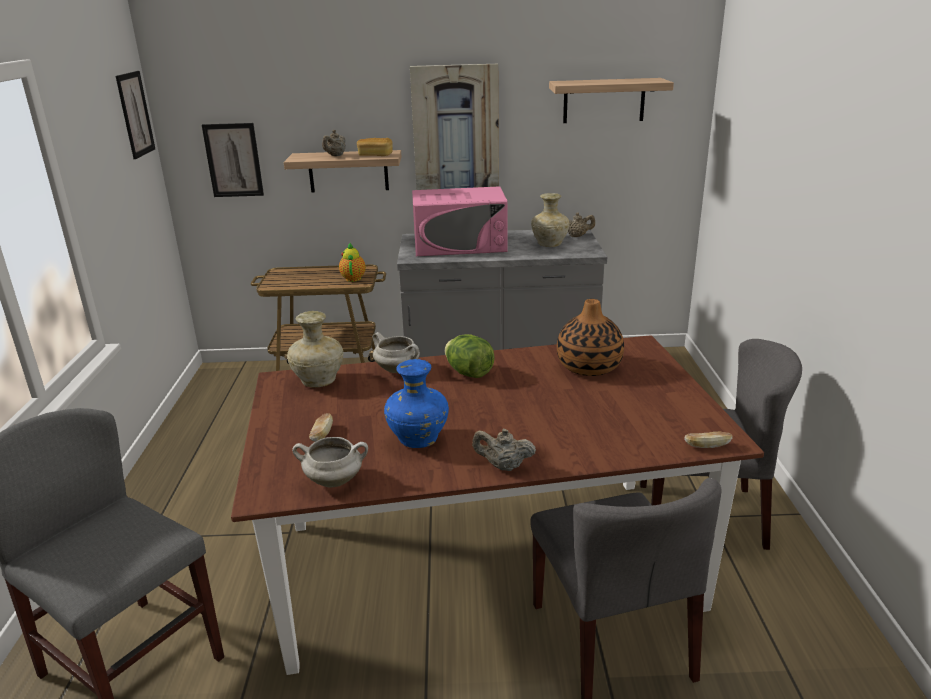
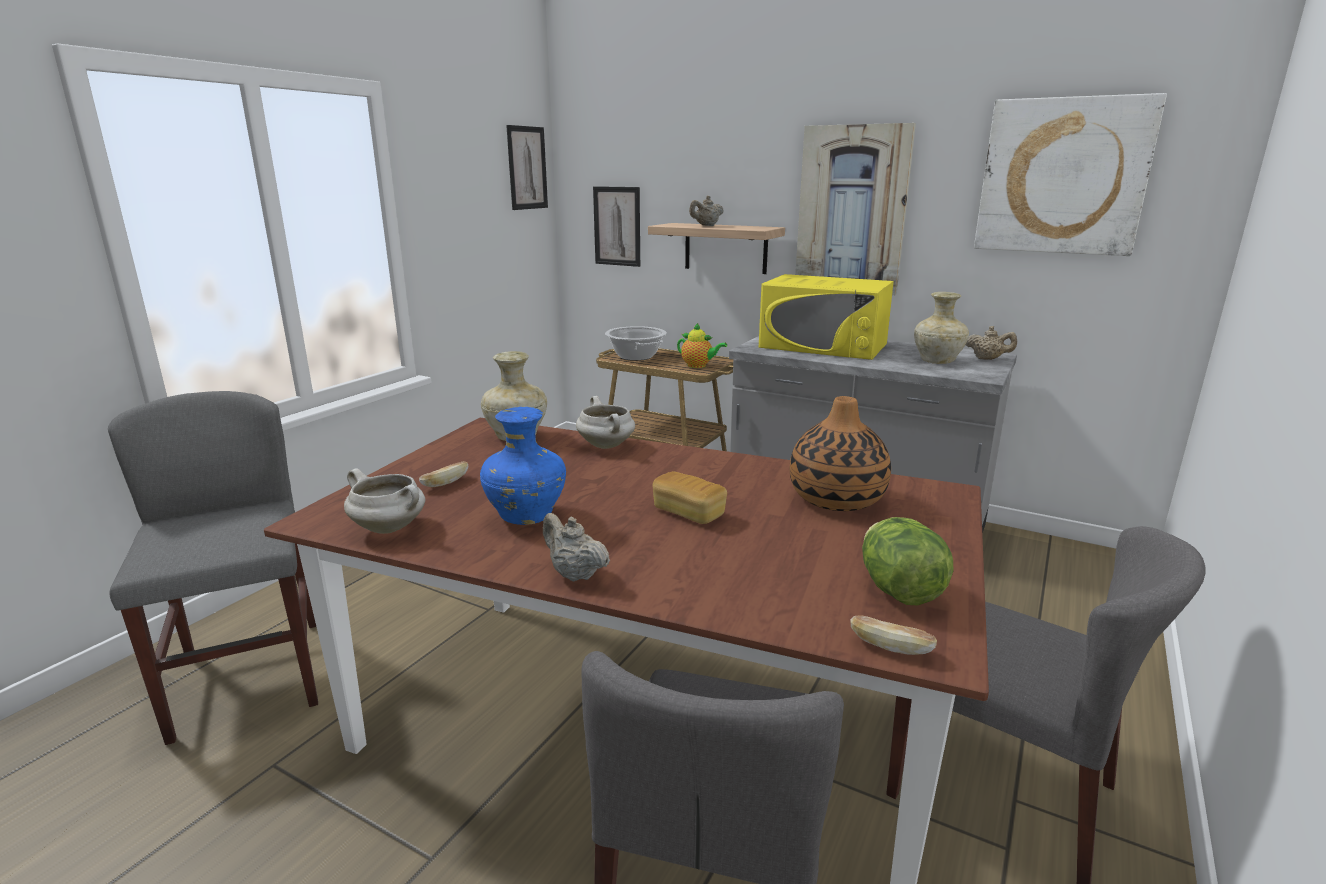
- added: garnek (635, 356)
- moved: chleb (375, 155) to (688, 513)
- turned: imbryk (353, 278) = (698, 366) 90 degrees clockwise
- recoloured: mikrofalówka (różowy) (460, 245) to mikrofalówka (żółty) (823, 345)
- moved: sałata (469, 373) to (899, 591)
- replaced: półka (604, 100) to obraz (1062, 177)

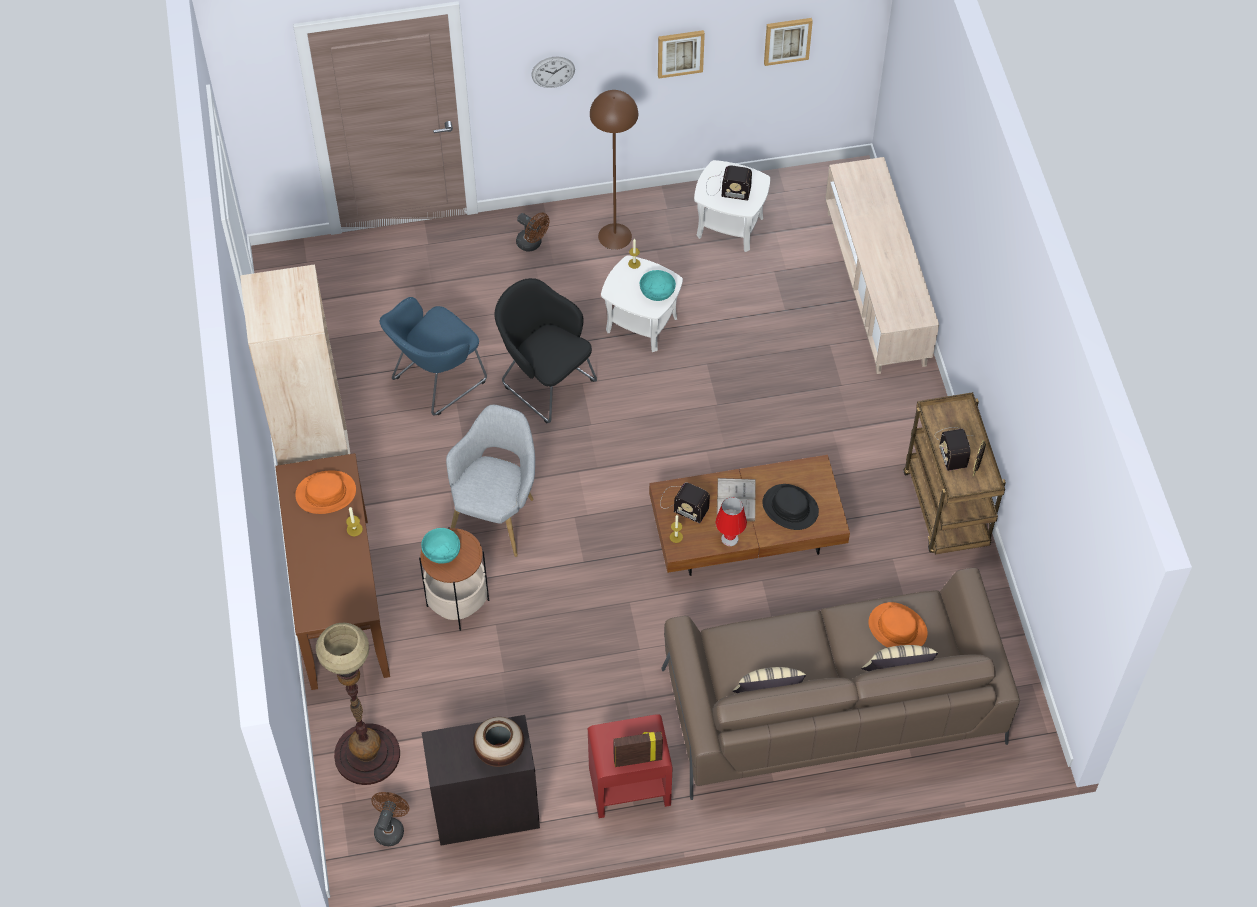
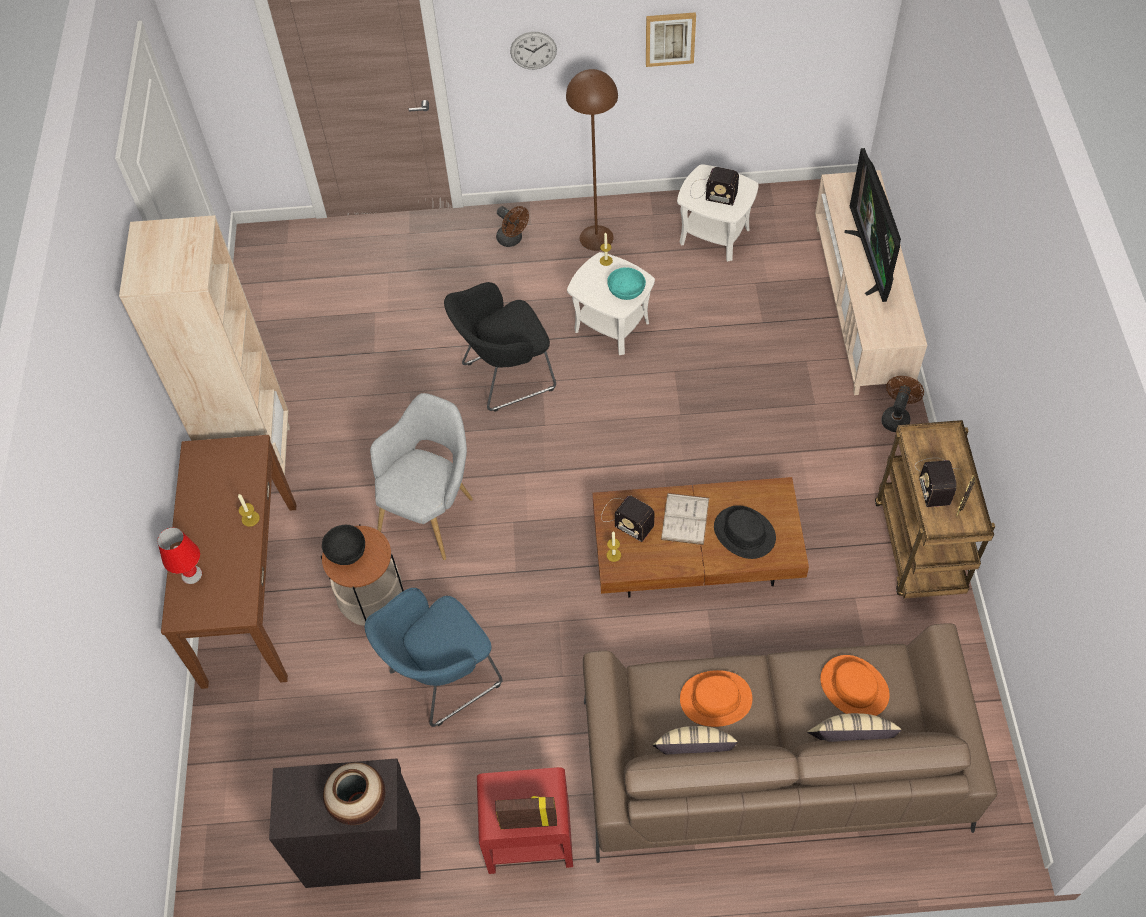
- moved: lampa stołowa (czerwony) (729, 538) to (191, 575)
- recoloured: miska (turkusowy) (442, 551) to miska (czarny) (346, 551)
- moved: fotel (niebieski) (435, 381) to (441, 679)
- turned: fotel (czarny) (545, 381) = (504, 377) 75 degrees counterclockwise
- moved: kapelusz (pomarańczowy) (326, 493) to (715, 699)
- added: telewizor (871, 260)
- moved: wentylator (brązowy) (390, 827) to (896, 417)
- removed: lampa stojąca (367, 754)
- removed: obraz (787, 40)

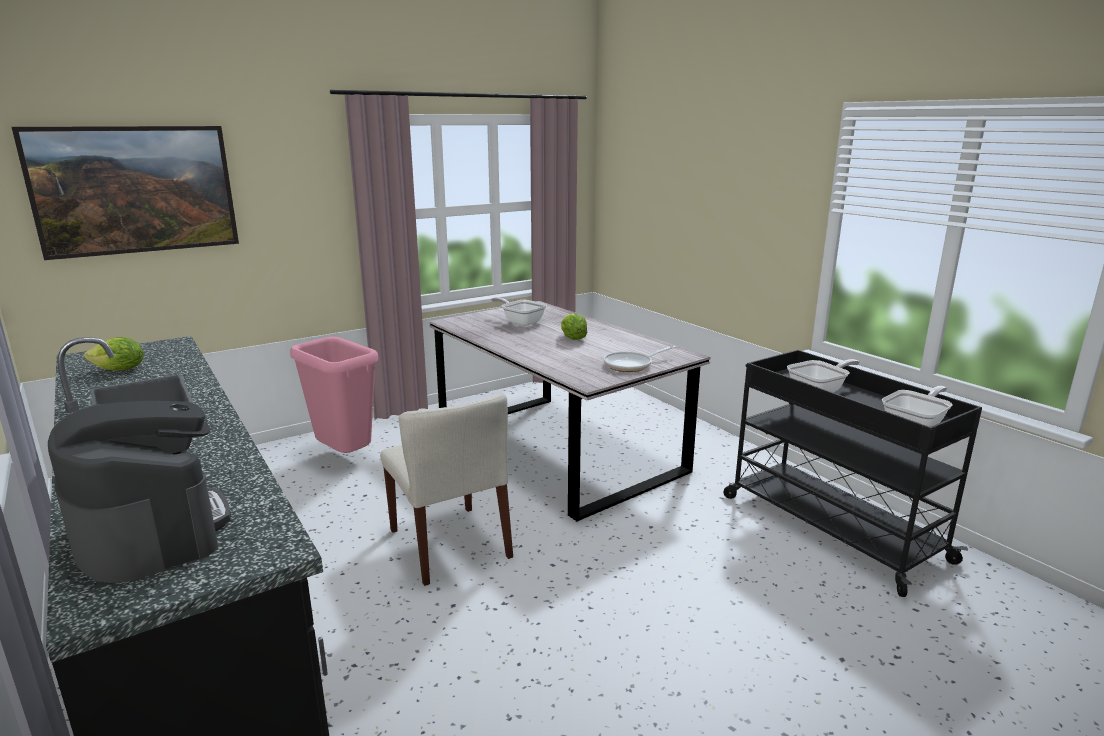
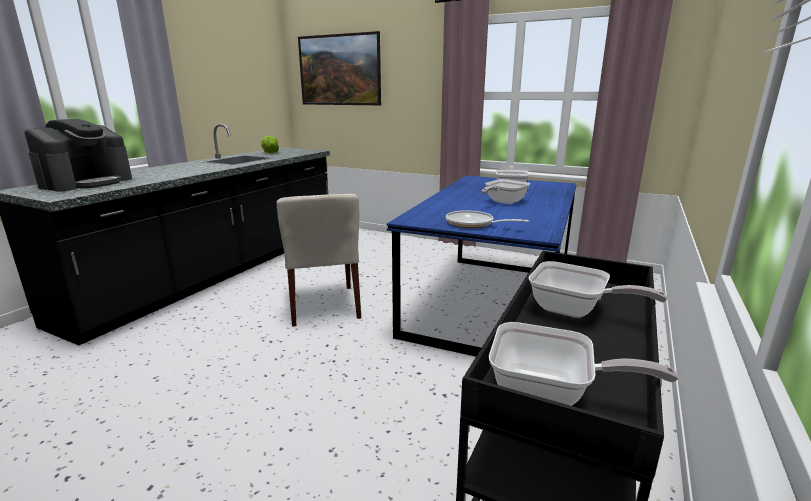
- turned: krzesło (beżowy) (450, 544) = (324, 305) 45 degrees counterclockwise
- recoloured: stół jadalny (szary) (559, 448) to stół jadalny (niebieski) (492, 301)
- replaced: sałata (572, 338) to patelnia (503, 202)
- removed: kosz na śmieci (różowy) (343, 457)

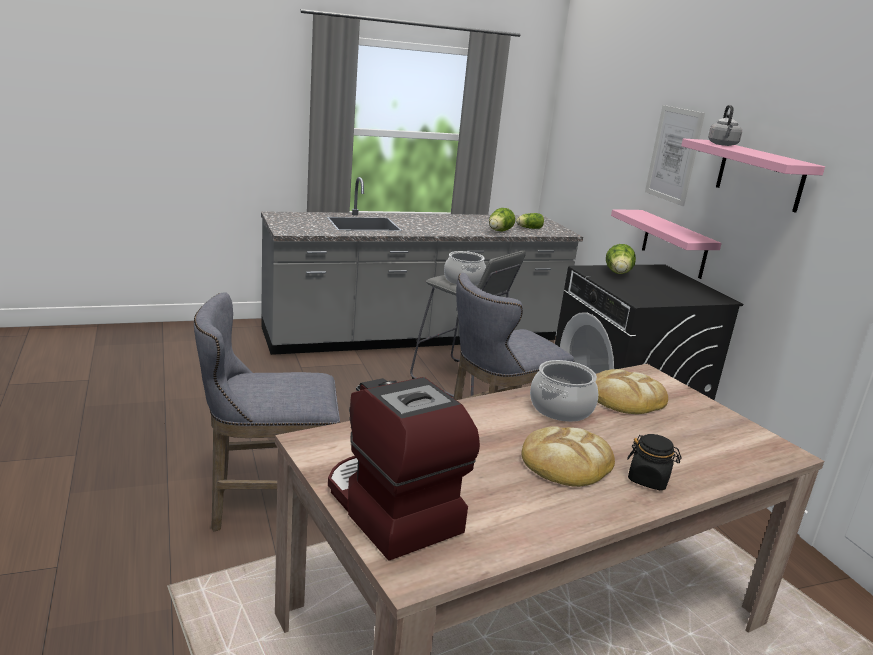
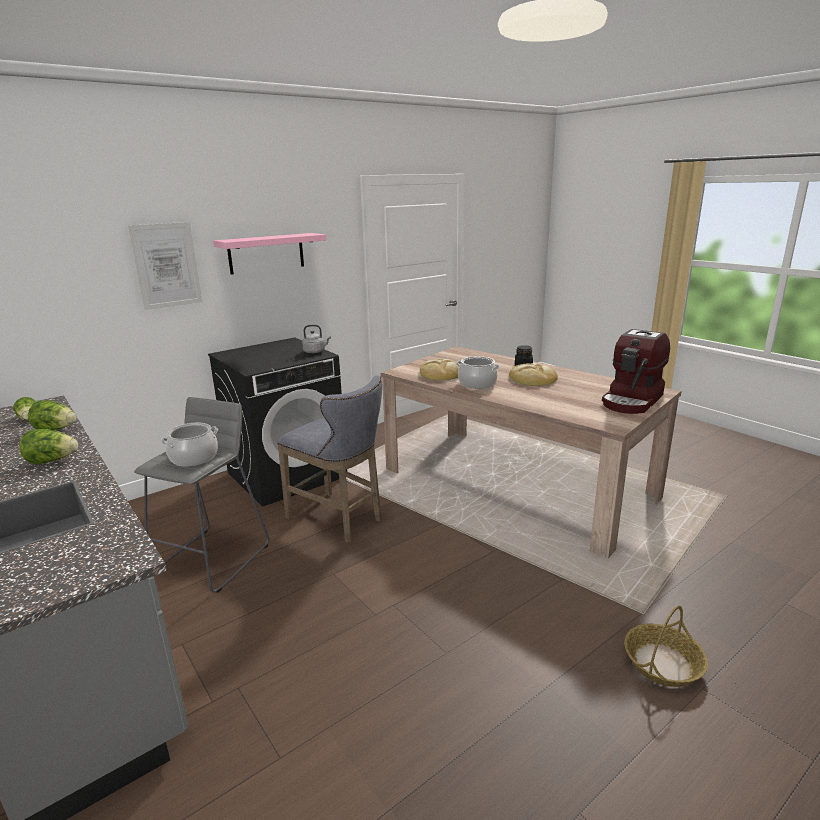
- moved: sałata (618, 274) to (52, 461)
- moved: czajnik (szary) (722, 145) to (315, 351)
- added: koszyk (663, 663)
- removed: stołek (szary) (266, 507)
- removed: półka (różowy) (674, 244)

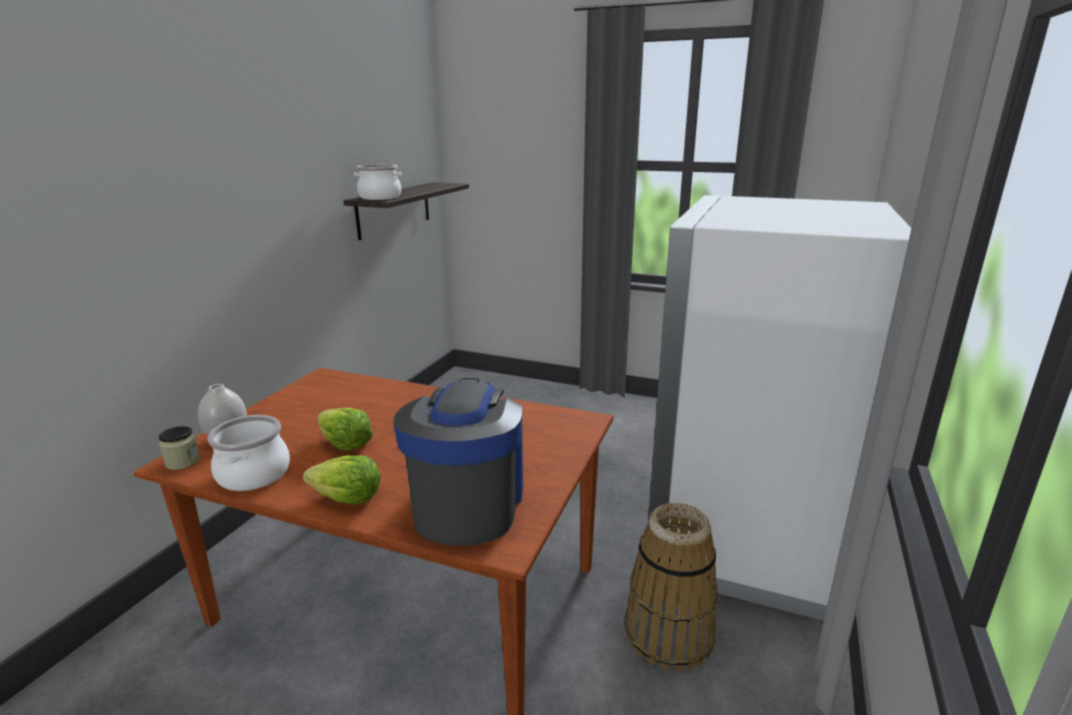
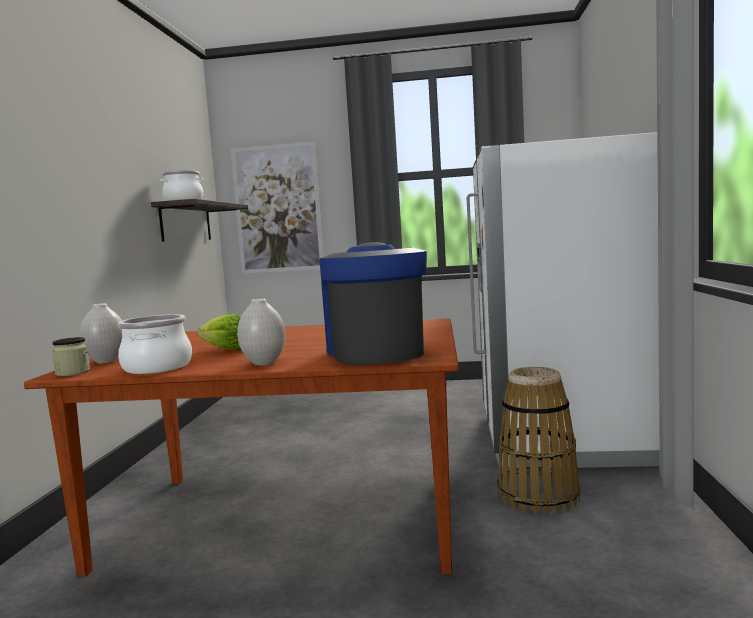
- added: obraz (277, 209)
- replaced: sałata (347, 498) to wazon (biały) (264, 363)

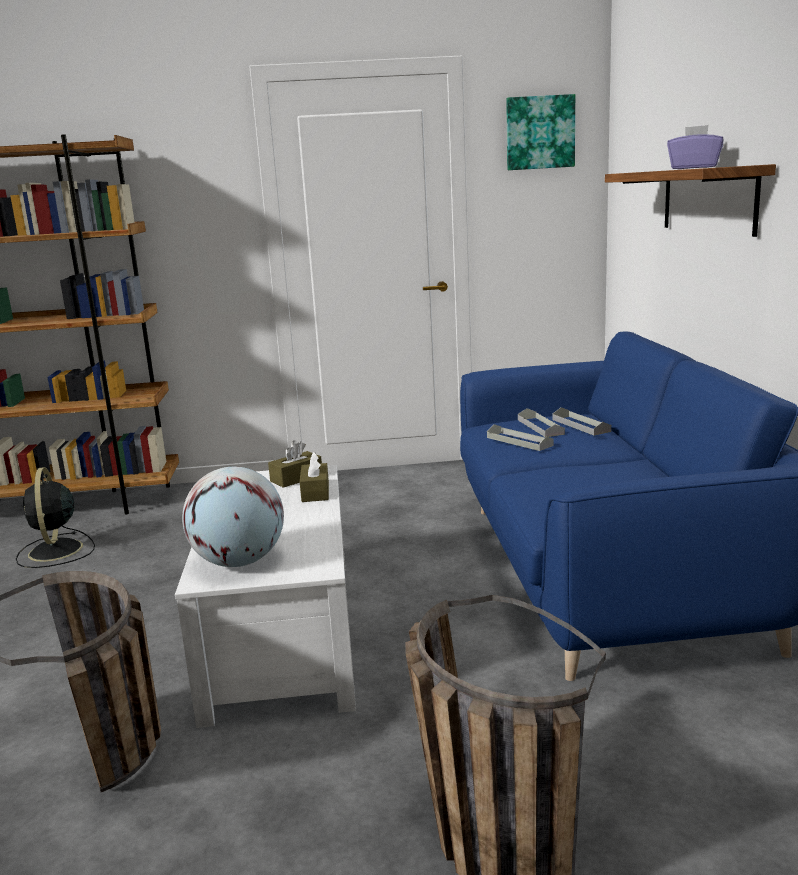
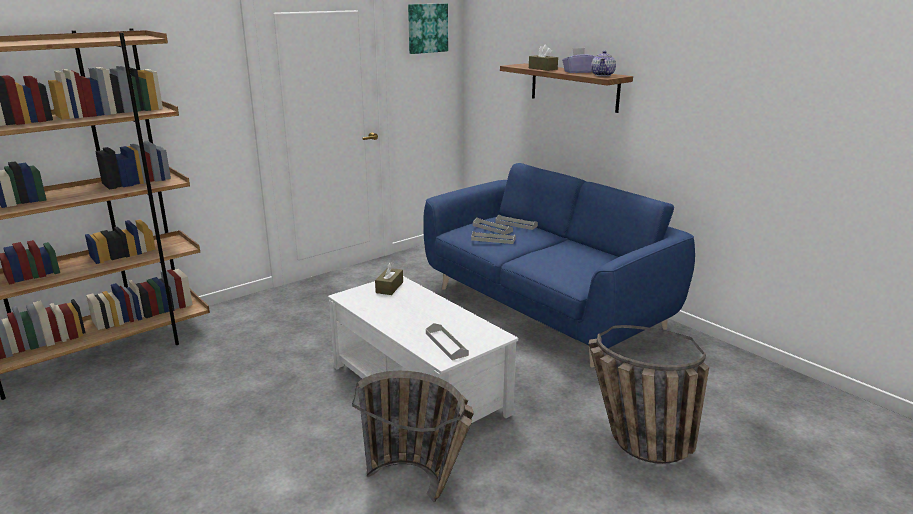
- replaced: globus (239, 562) to taca (szary) (446, 344)
- moved: pudełko chusteczek (brązowy) (315, 492) to (542, 68)
- added: imbryk (603, 75)
- removed: wentylator (czarny) (55, 551)

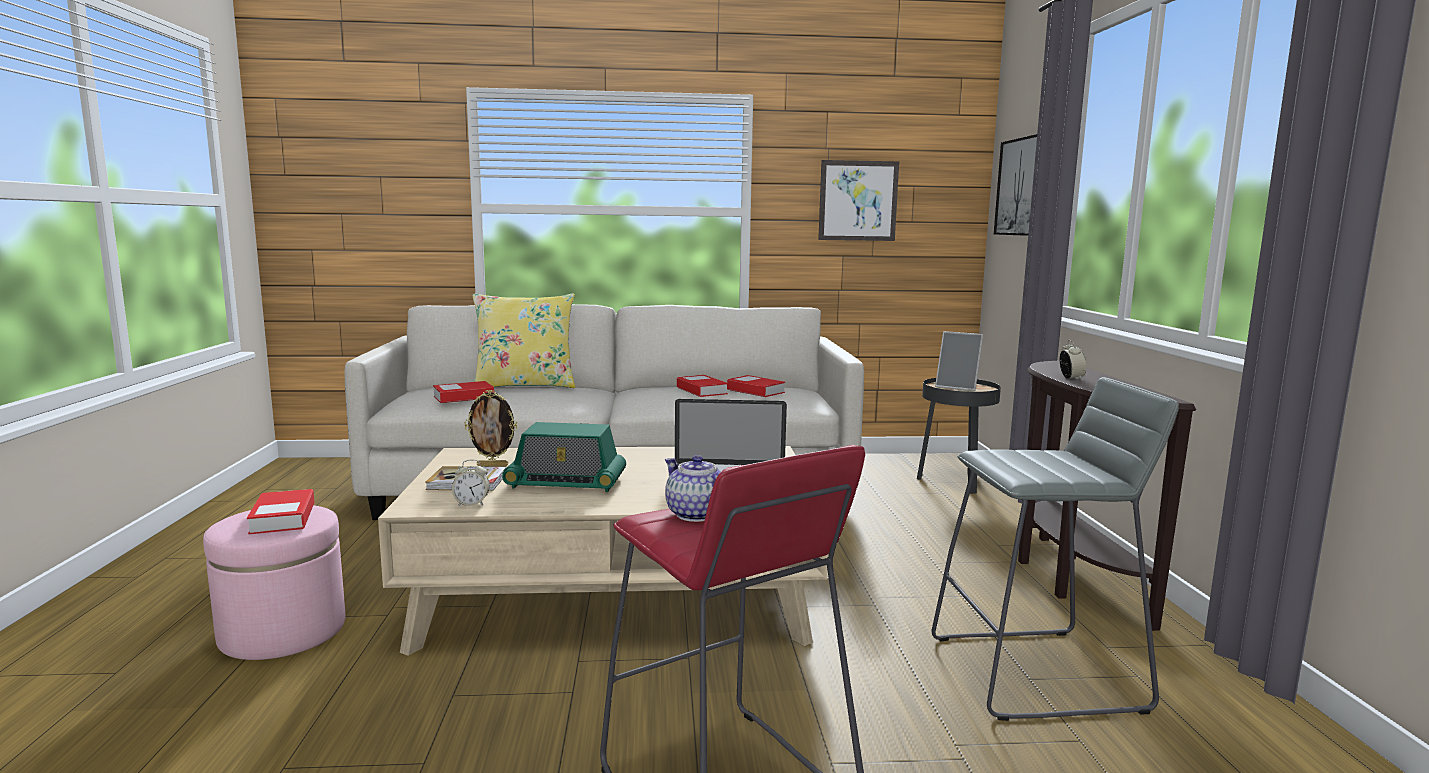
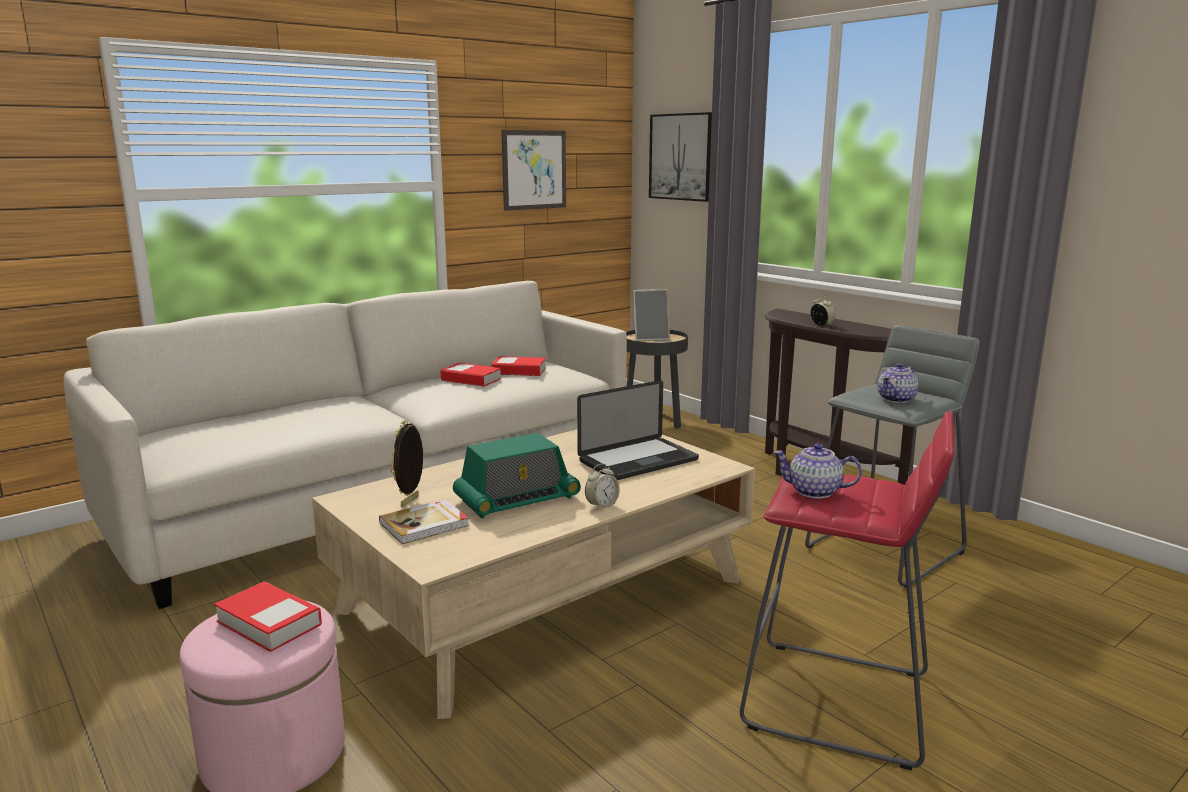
- turned: ramka na zdjęcie (493, 465) = (411, 502) 150 degrees clockwise
- moved: budzik (471, 504) to (602, 505)
- added: imbryk (897, 399)
- removed: książka (463, 397)
- removed: poduszka (żółty) (525, 385)

